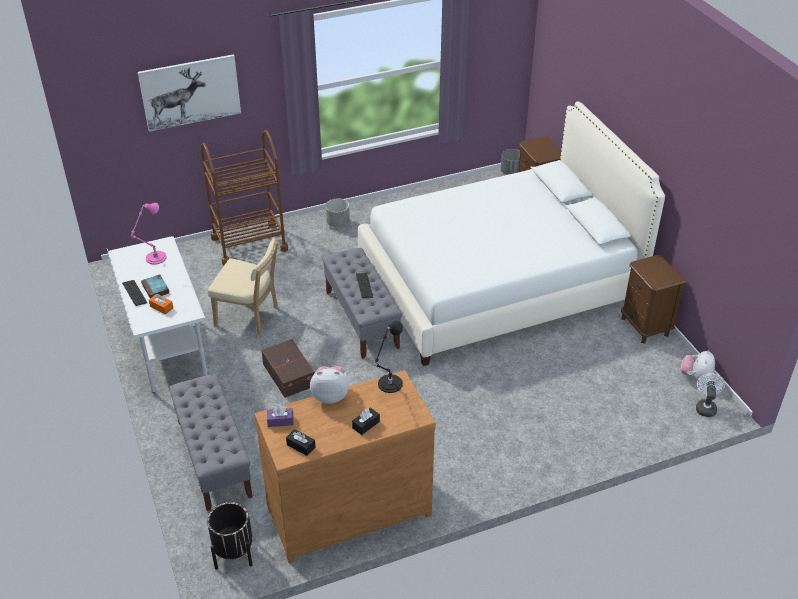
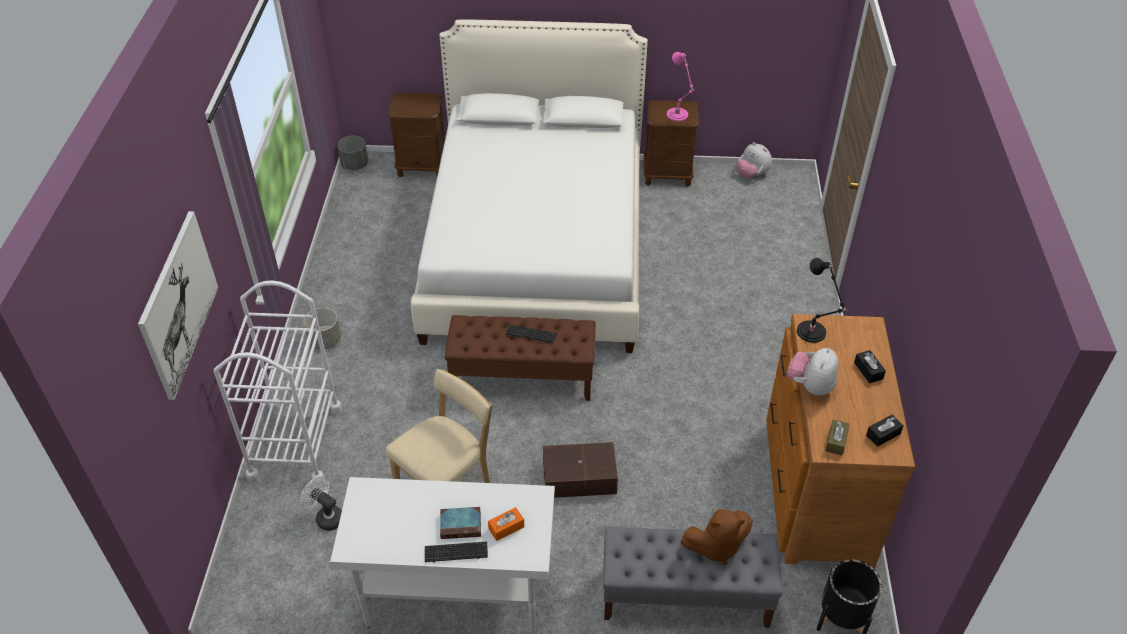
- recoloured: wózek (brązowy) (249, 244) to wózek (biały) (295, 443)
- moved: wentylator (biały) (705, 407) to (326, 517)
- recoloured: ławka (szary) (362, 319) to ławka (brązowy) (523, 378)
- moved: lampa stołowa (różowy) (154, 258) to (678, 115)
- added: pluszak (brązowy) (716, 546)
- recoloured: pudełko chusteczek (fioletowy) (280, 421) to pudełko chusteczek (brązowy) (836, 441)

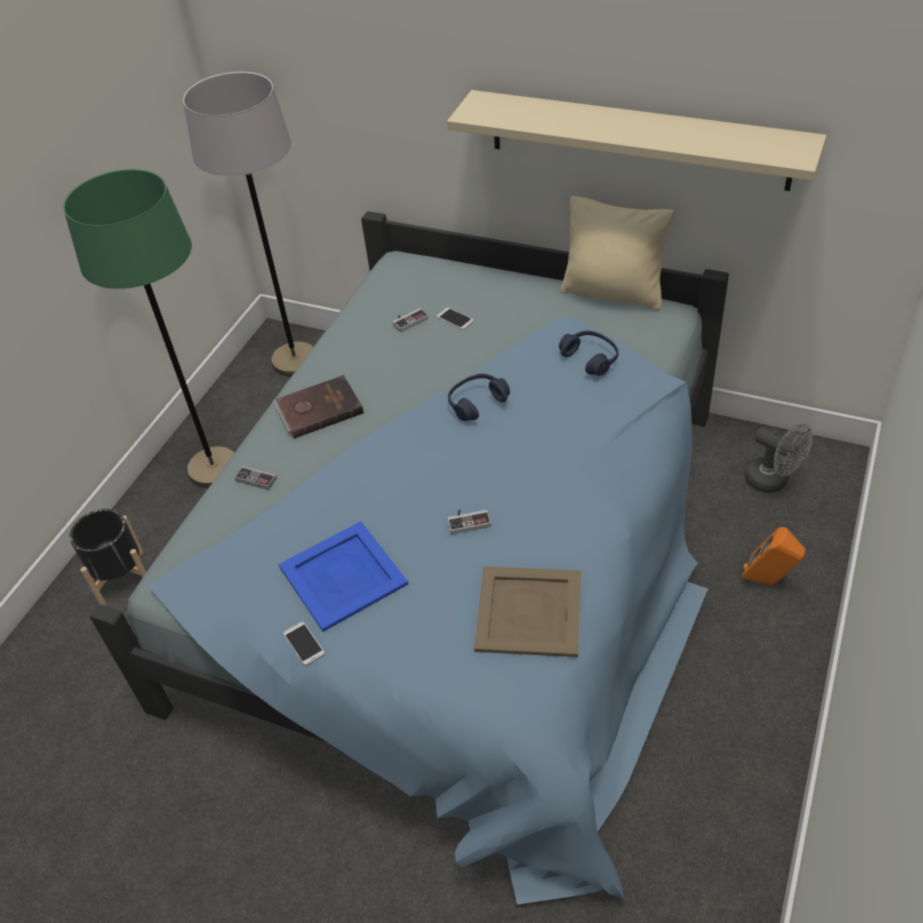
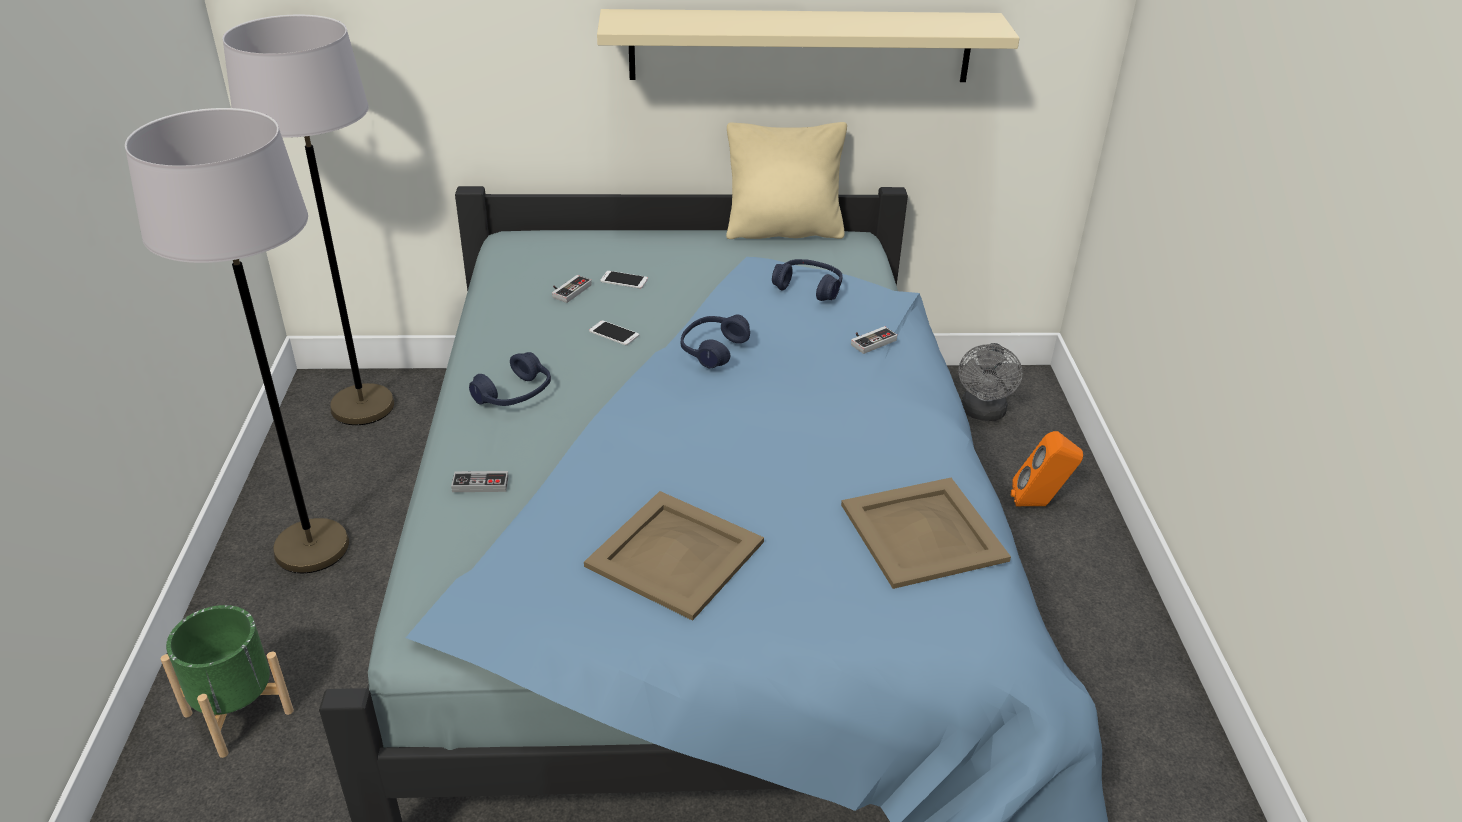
- recoloured: lampa stojąca (zielony) (214, 468) to lampa stojąca (szary) (312, 548)
- recoloured: donica (czarny) (121, 578) to donica (zielony) (238, 713)
- replaced: książka (brązowy) (318, 409) to słuchawki (niebieski) (514, 395)
- recoloured: taca (niebieski) (341, 575) to taca (beżowy) (673, 554)
- moved: telefon (304, 643) to (614, 333)
- moved: pad do gier (468, 520) to (870, 340)
- turned: wentylator (szary) (773, 481) = (982, 413) 90 degrees clockwise

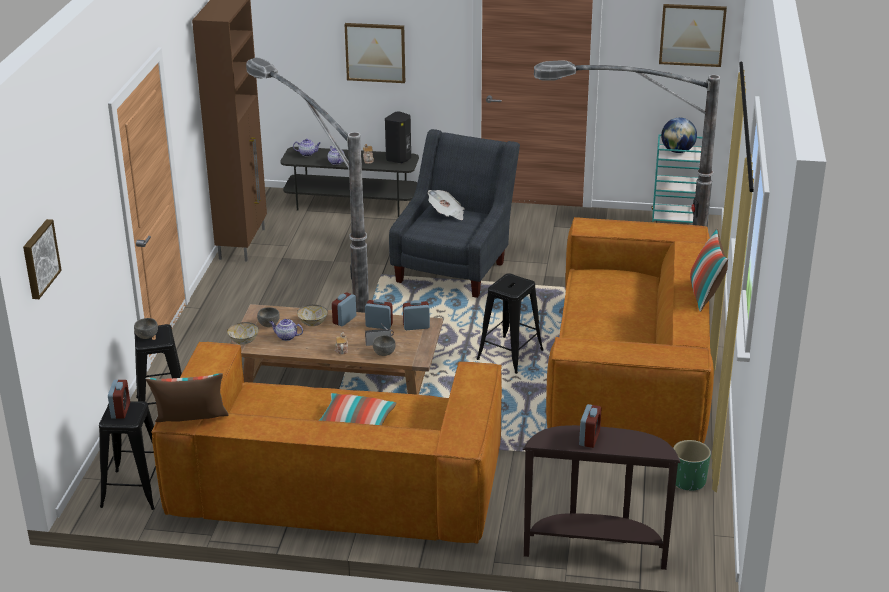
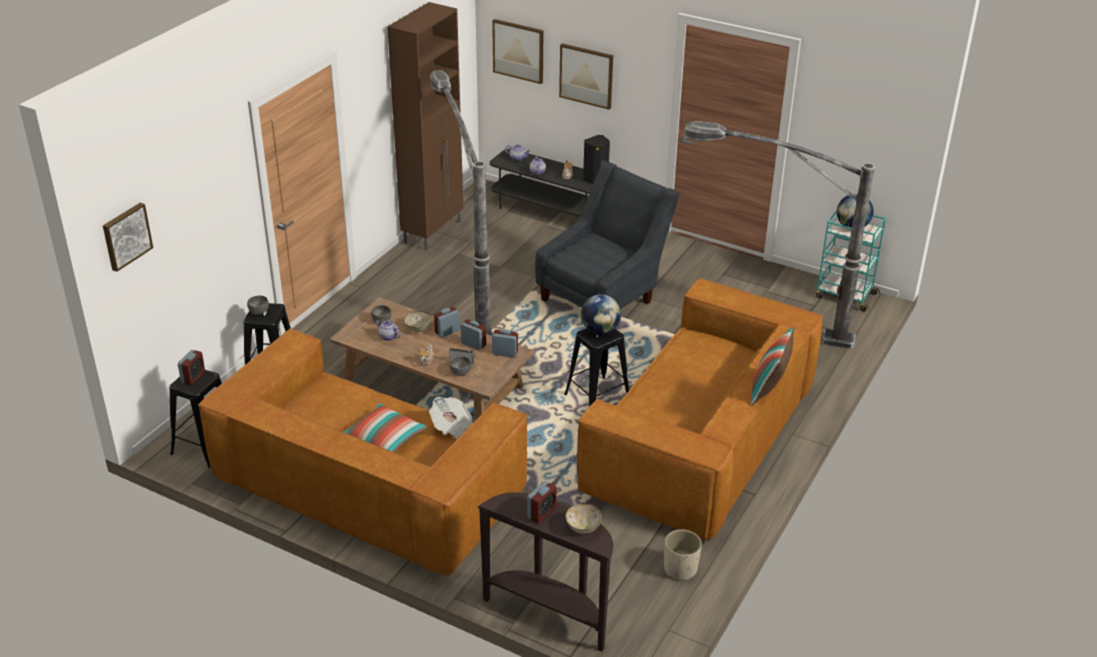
- moved: gazeta (447, 214) to (452, 428)
- moved: obraz (692, 34) to (518, 50)
- moved: miska (244, 341) to (584, 527)
- added: globus (600, 330)
- recoloured: donica (zielony) (688, 481) to donica (beżowy) (680, 569)
- removed: poduszka (191, 426)

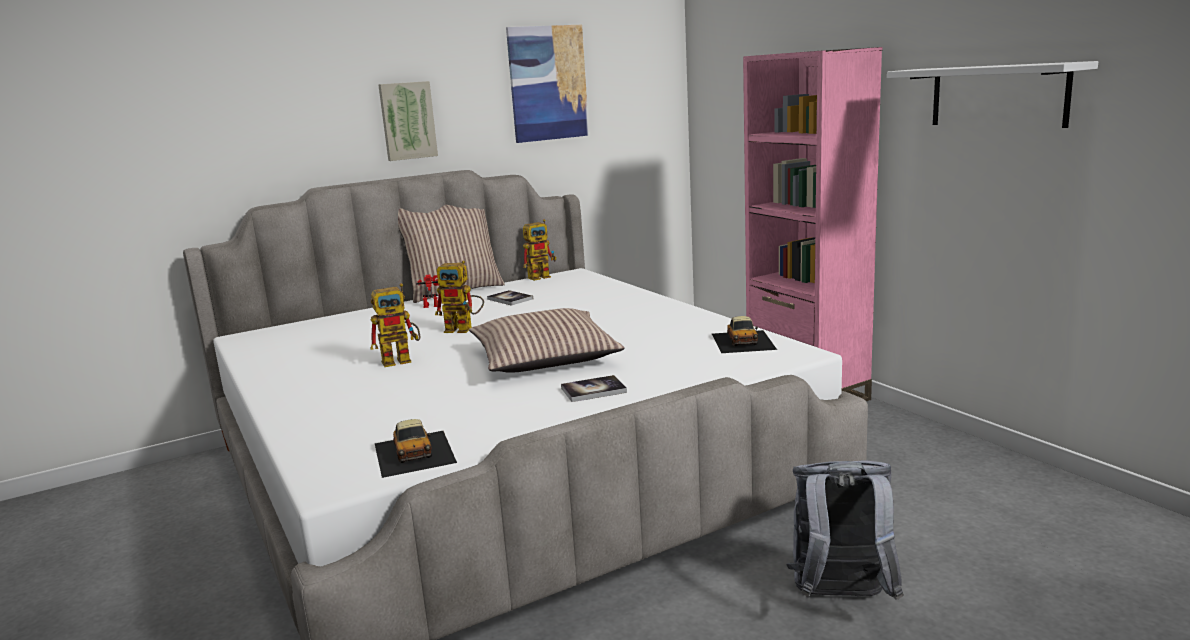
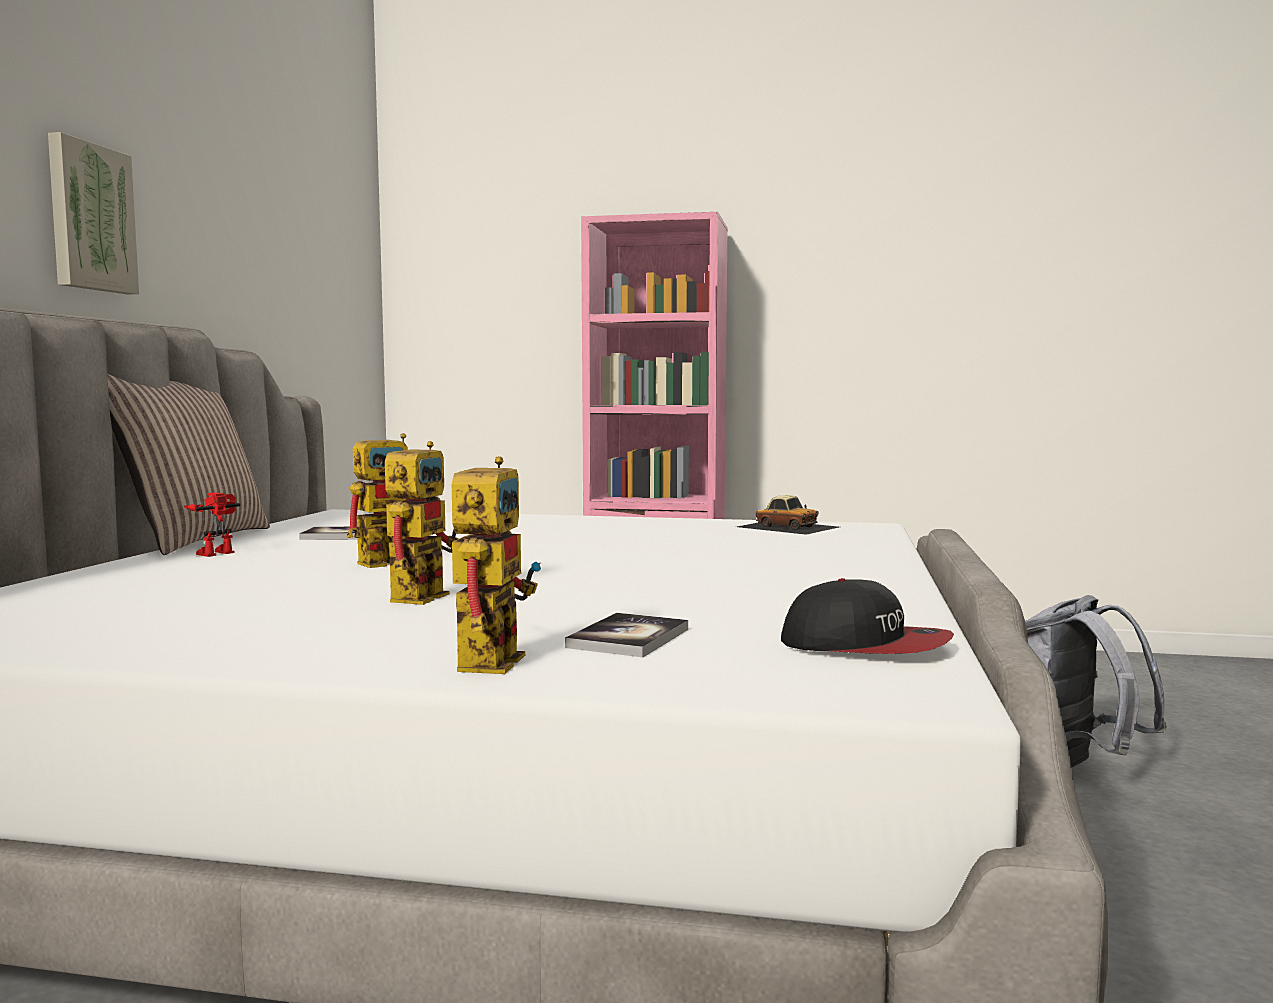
- moved: robot zabawkowy (542, 276) to (489, 658)
- moved: książka (593, 390) to (628, 638)
- replaced: samochodzik (414, 452) to czapka z daszkiem (865, 646)
- removed: poduszka (545, 358)
- removed: obraz (548, 83)
- removed: półka (biały) (998, 96)

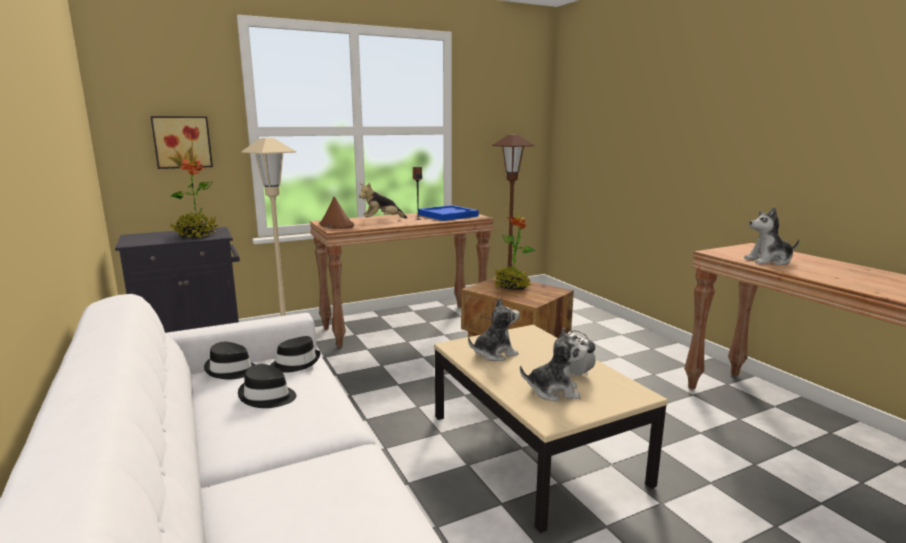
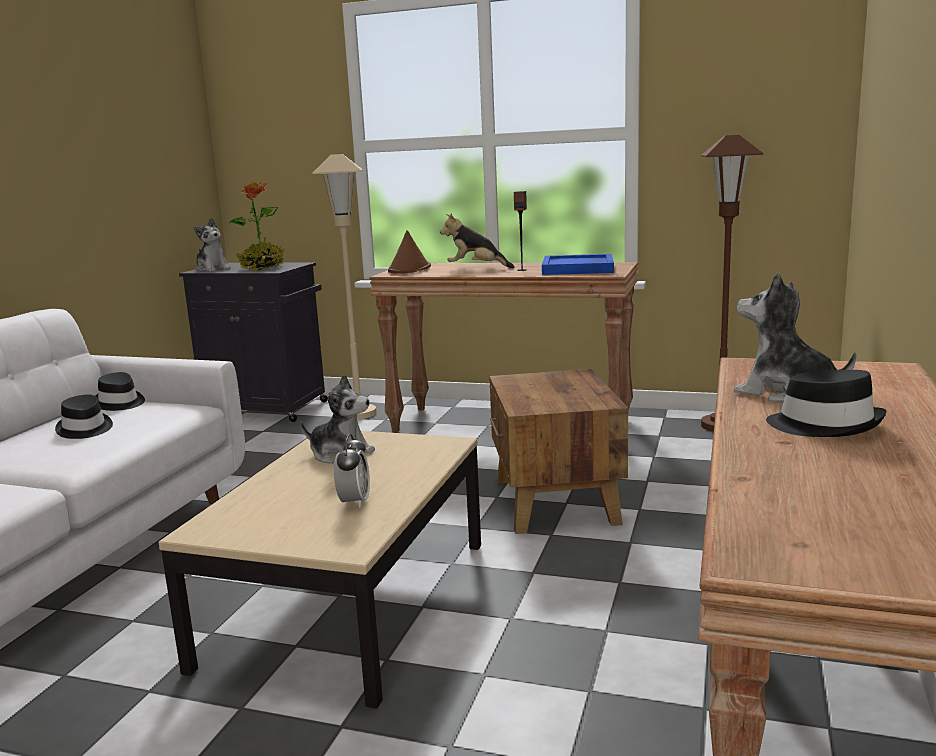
- moved: pluszak (554, 391) to (213, 269)
- moved: kapelusz (czarny) (296, 363) to (825, 425)
- removed: obraz (182, 142)
- removed: roślina doniczkowa (512, 287)

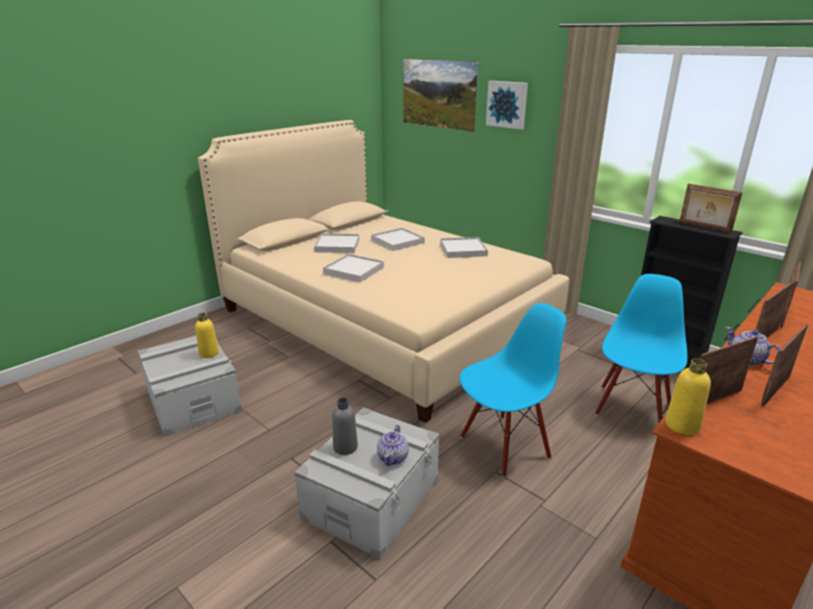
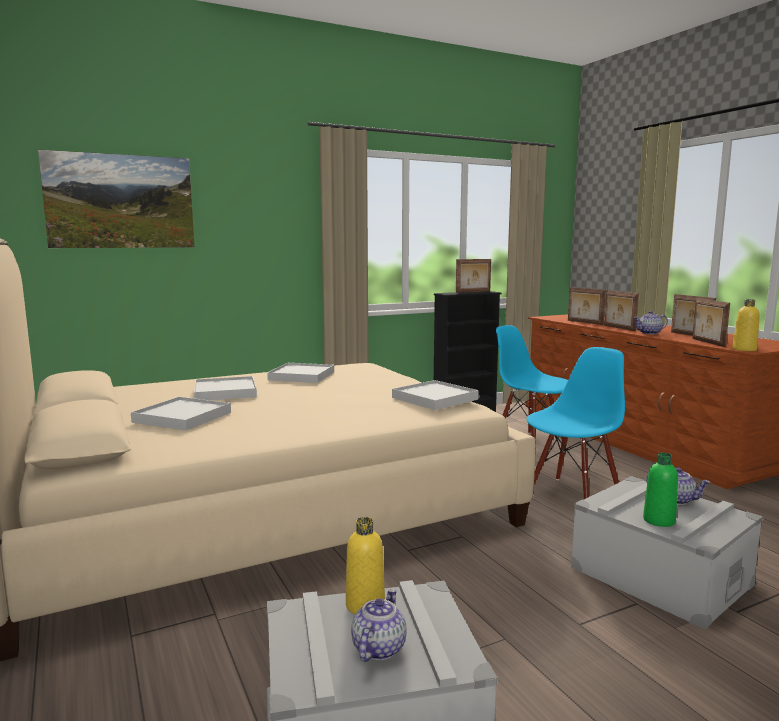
- added: imbryk (378, 648)
- moved: taca (biały) (354, 270) to (434, 398)
- turned: krzesło (niebieski) (504, 445) = (573, 497) 60 degrees clockwise
- recoloured: butelka (szary) (345, 447) to butelka (zielony) (659, 520)
- removed: obraz (507, 104)

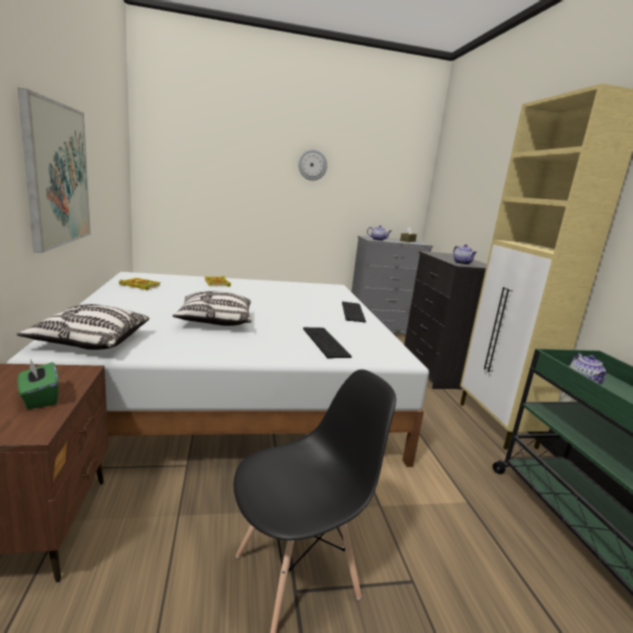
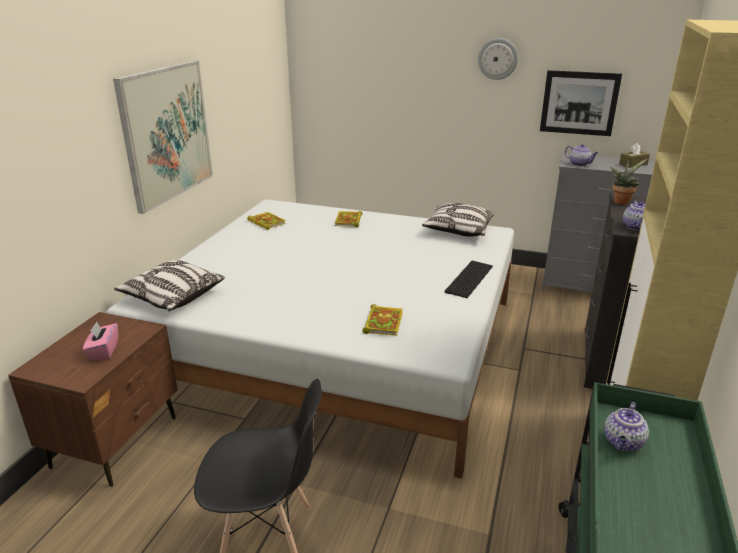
- recoloured: pudełko chusteczek (zielony) (40, 398) to pudełko chusteczek (różowy) (103, 351)
- replaced: klawiatura (323, 342) to książka (383, 322)
- moved: poduszka (215, 321) to (458, 230)
- added: obraz (579, 103)
- added: roślina doniczkowa (621, 201)

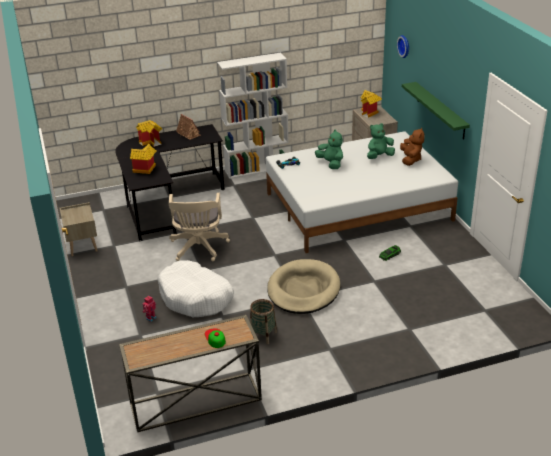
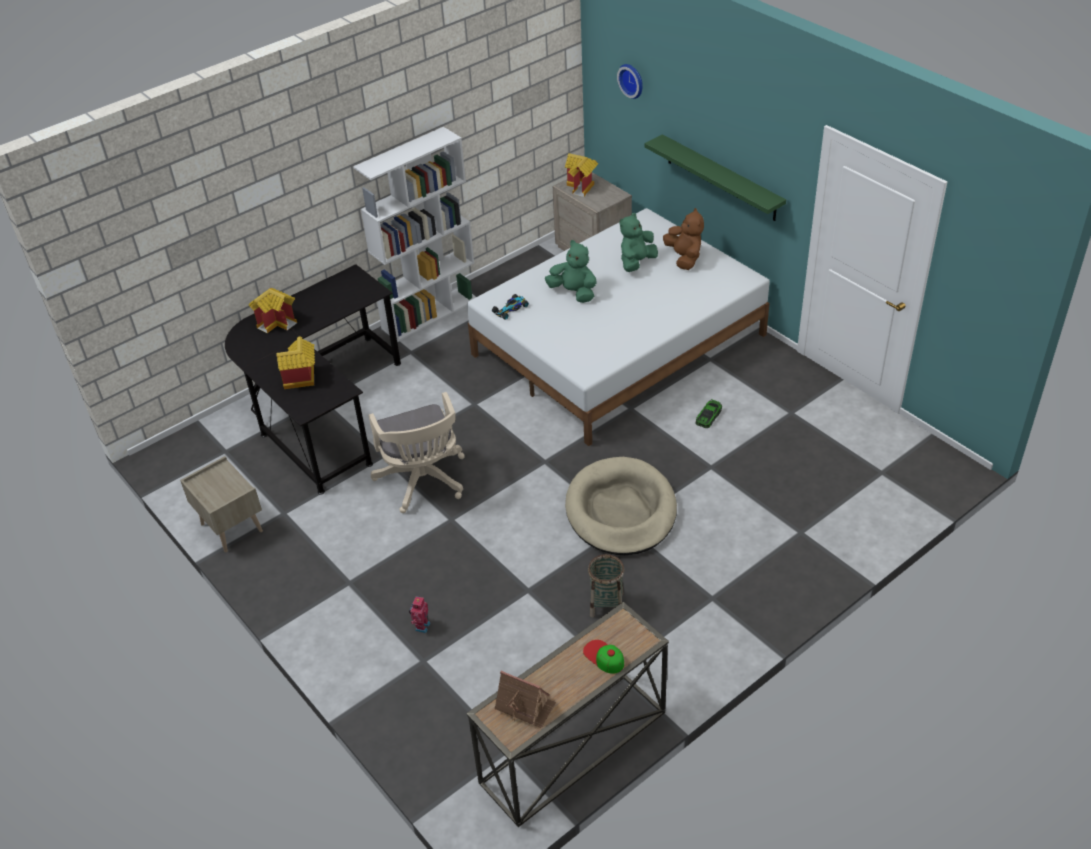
- moved: domek (188, 134) to (525, 705)
- removed: legowisko (biały) (195, 297)

